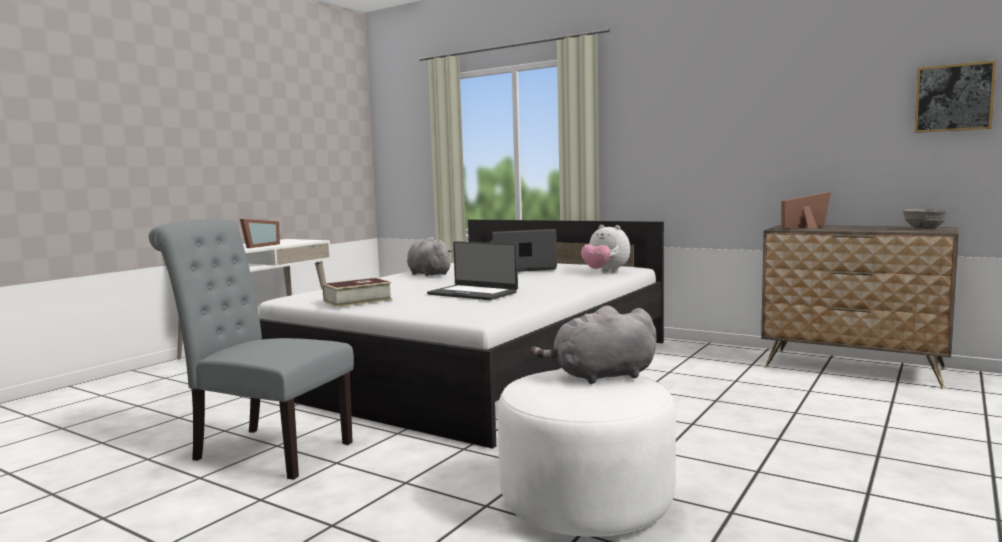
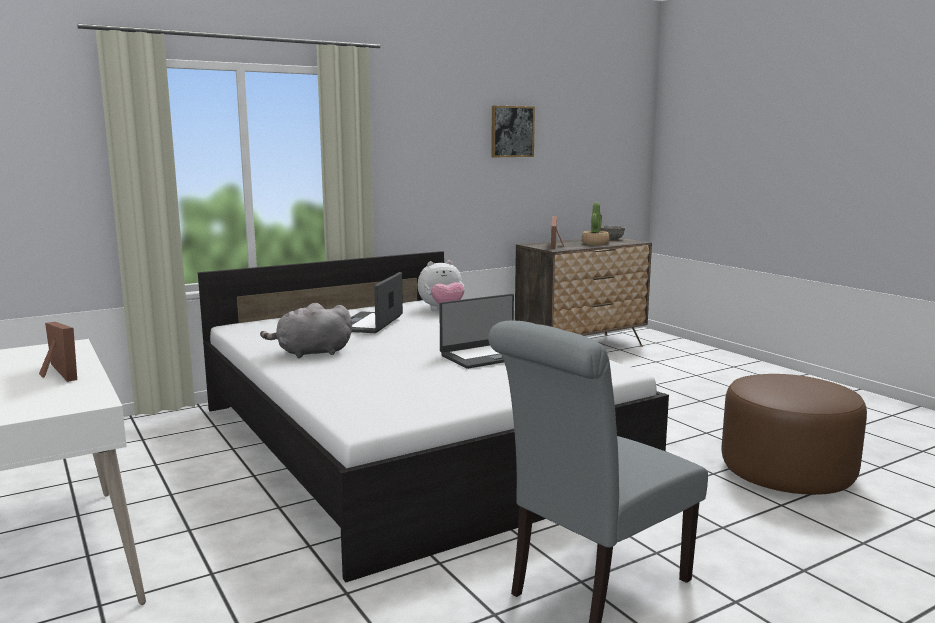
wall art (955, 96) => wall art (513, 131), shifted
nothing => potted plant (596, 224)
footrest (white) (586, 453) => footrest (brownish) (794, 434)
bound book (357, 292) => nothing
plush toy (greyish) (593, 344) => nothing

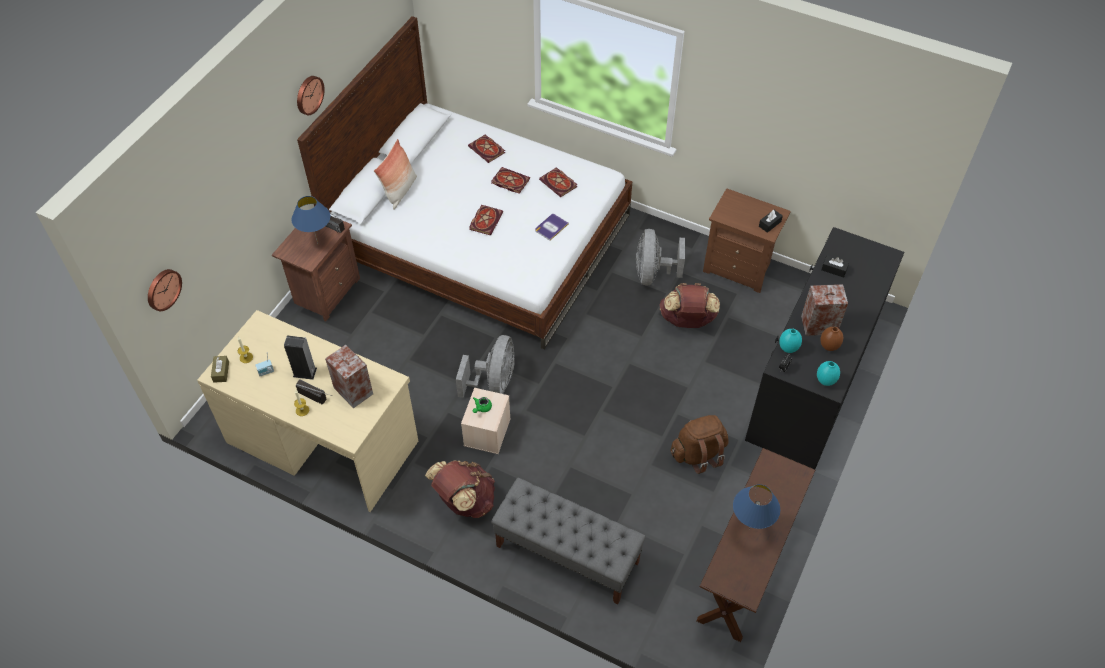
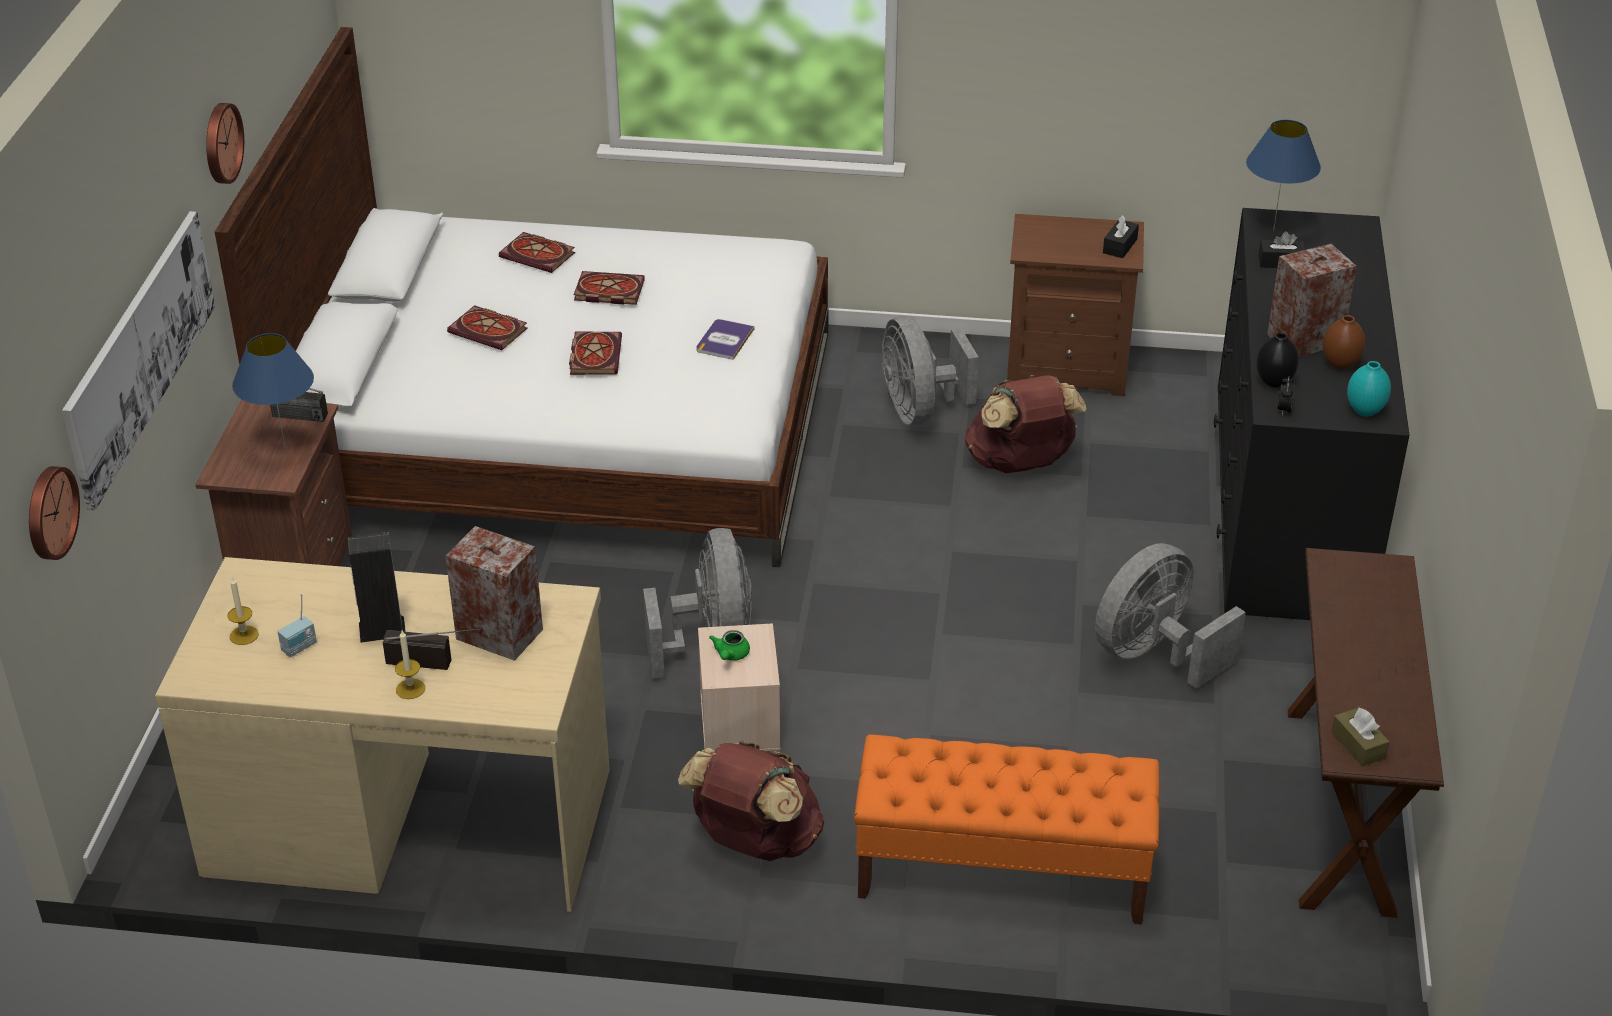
nothing => wall art (138, 361)
bound book (558, 182) => bound book (487, 327), shifted
bench (greyish) (568, 541) => bench (orangey) (1006, 830)
rucksack (brownish) (699, 444) => electric fan (greyish) (1170, 616)
tabletop lamp (bluish) (756, 507) => tabletop lamp (bluish) (1283, 175), shifted
decorative vase (blue-green) (790, 341) => decorative vase (blackish) (1277, 360)
box of tissues (brownish) (220, 369) => box of tissues (brownish) (1360, 737), shifted
cushion (395, 174) => nothing

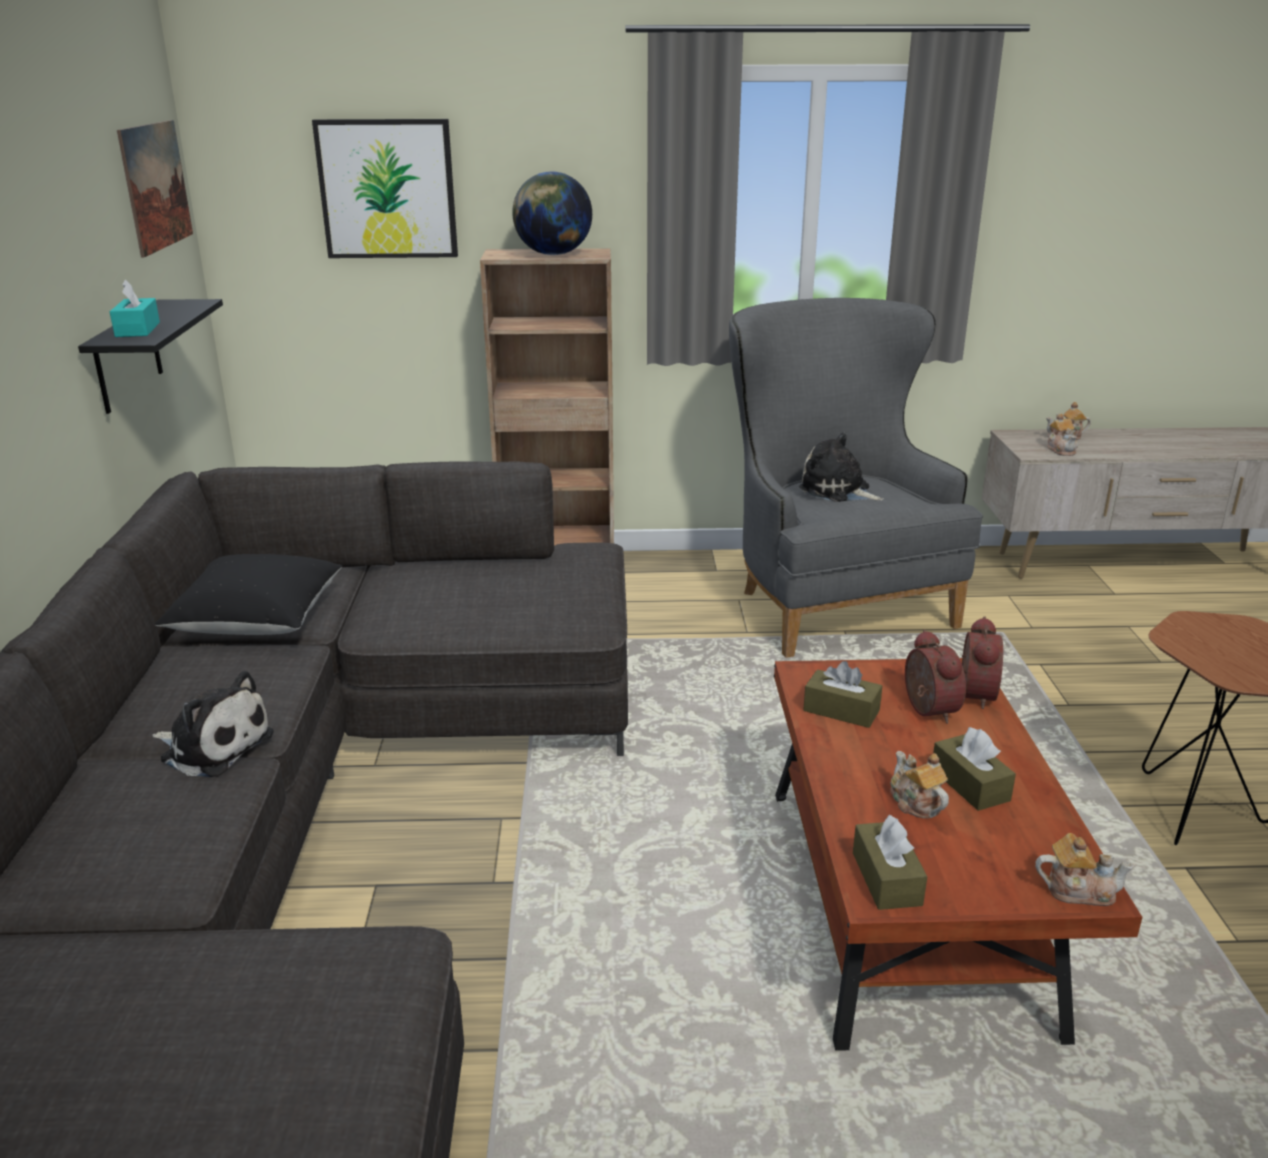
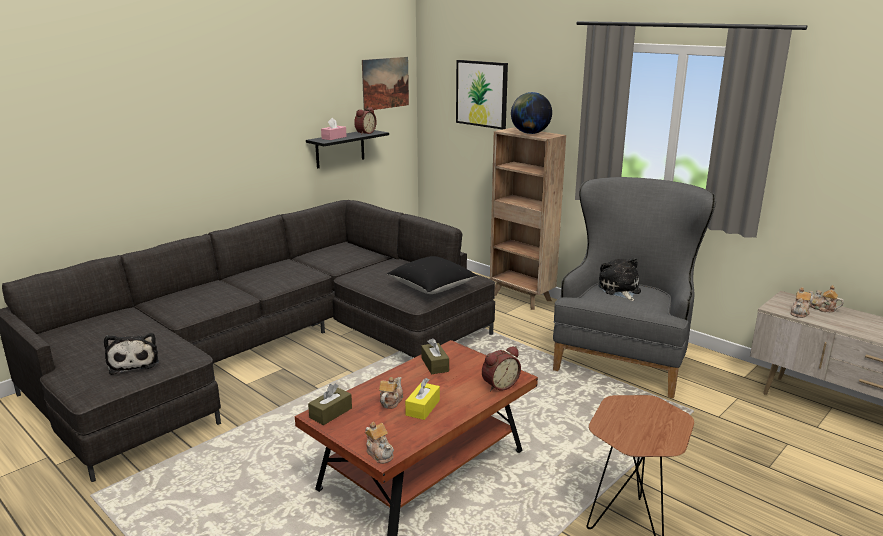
plush toy (213, 724) => plush toy (131, 354), shifted
box of tissues (blue-green) (135, 308) => box of tissues (pink) (334, 129)
bedside clock (935, 677) => bedside clock (365, 121), shifted
cushion (blackish) (248, 594) => cushion (blackish) (432, 275), shifted
box of tissues (brownish) (974, 769) => box of tissues (yellowish) (422, 399)

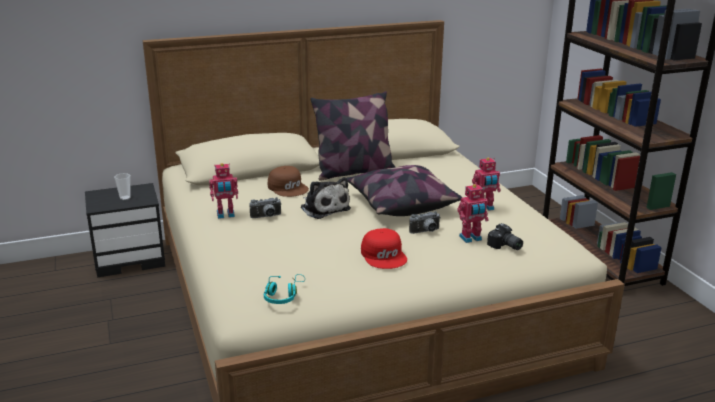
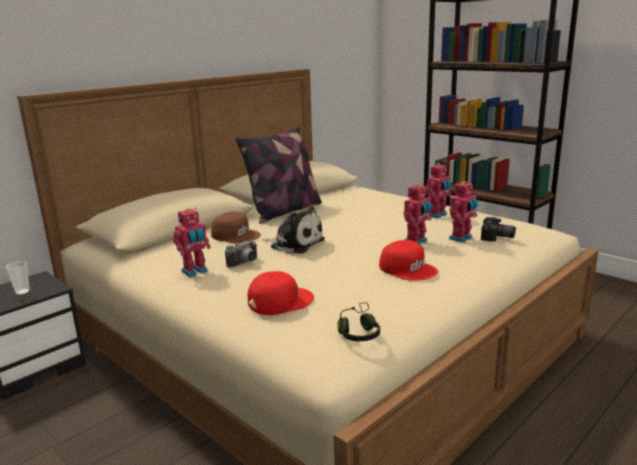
nothing => peaked cap (reddish) (280, 293)
pair of headphones (blue-green) (284, 289) => pair of headphones (blackish) (358, 321)
still camera (425, 222) => model robot (417, 214)
cushion (404, 190) => nothing

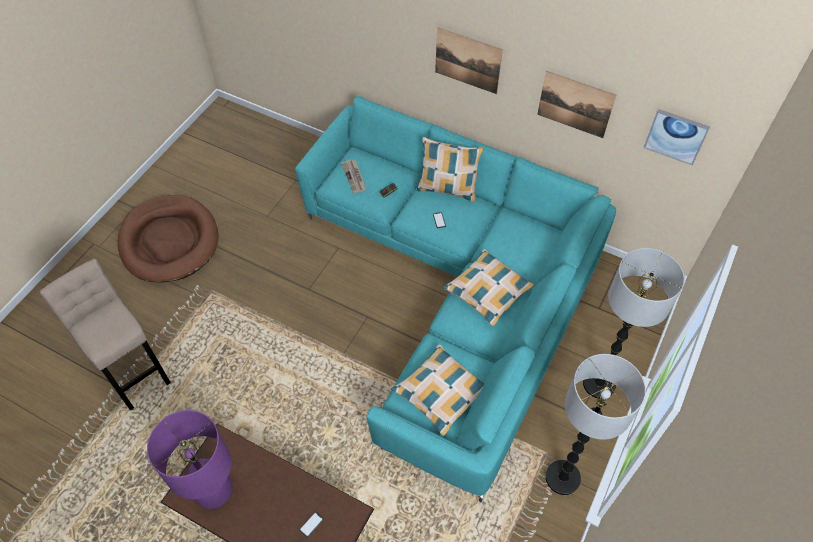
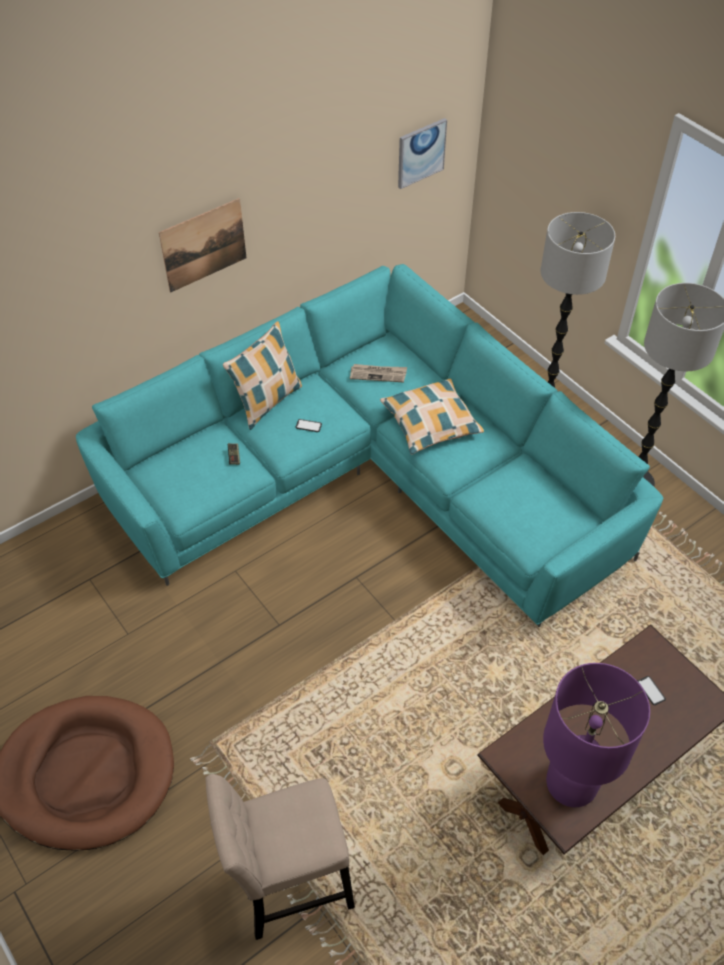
newspaper (353, 176) => newspaper (378, 373), shifted
cushion (437, 390) => nothing
wall art (576, 104) => nothing

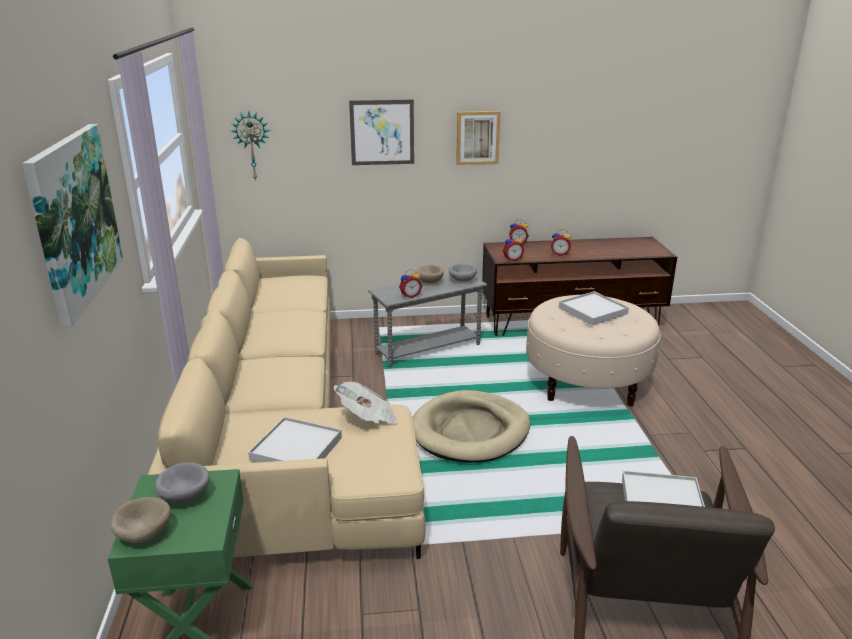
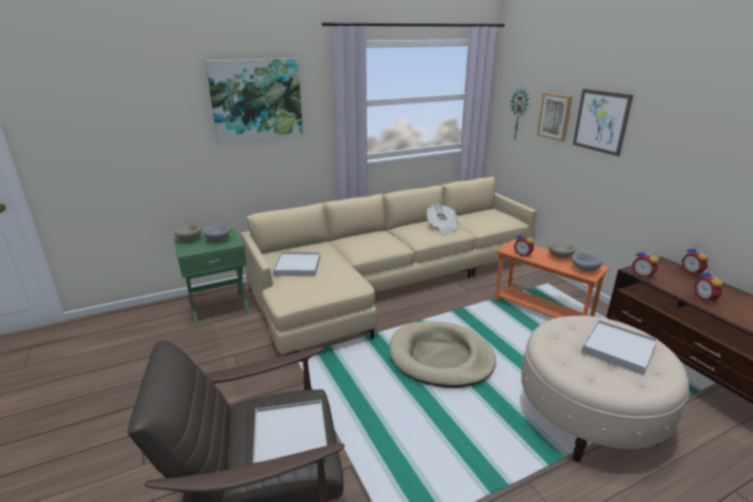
newspaper (366, 403) => newspaper (443, 218), shifted
side table (greyish) (427, 320) => side table (orangey) (552, 279)
wall art (478, 138) => wall art (554, 117), shifted

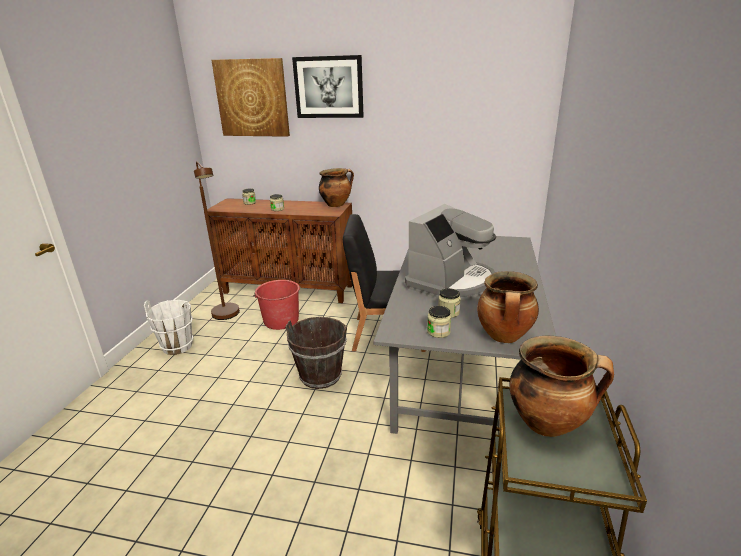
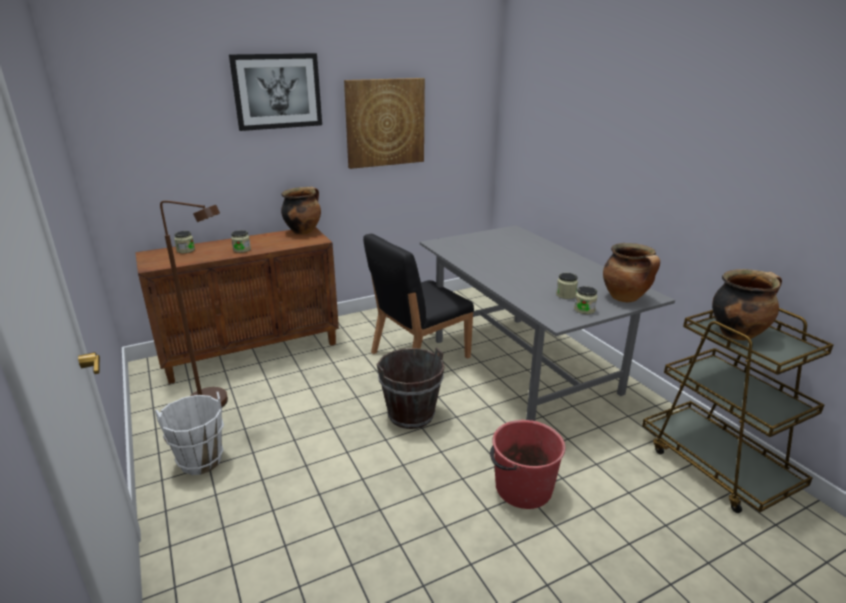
wall art (251, 97) => wall art (384, 123), shifted
water bucket (reddish) (276, 305) => water bucket (reddish) (527, 464), shifted
coffee machine (450, 252) => nothing

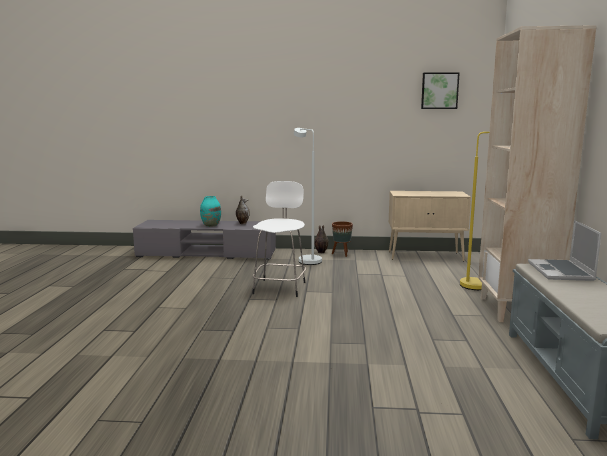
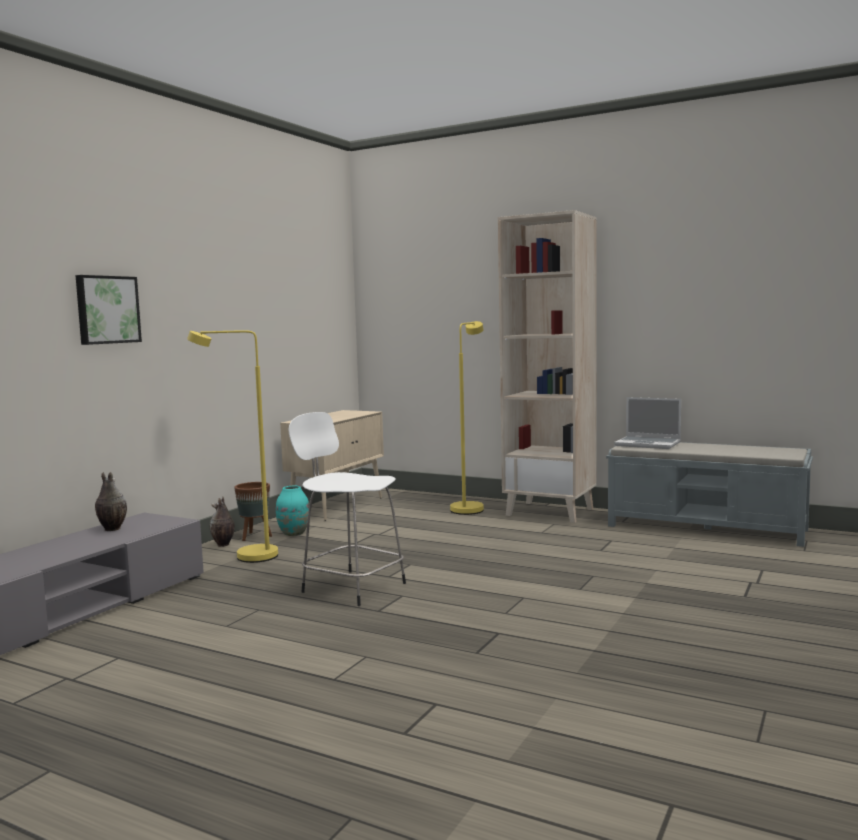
wall art (440, 90) => wall art (108, 310), shifted
floor lamp (white) (308, 196) => floor lamp (yellowish) (232, 446)
decorative vase (blue-green) (210, 211) => decorative vase (blue-green) (292, 511), shifted

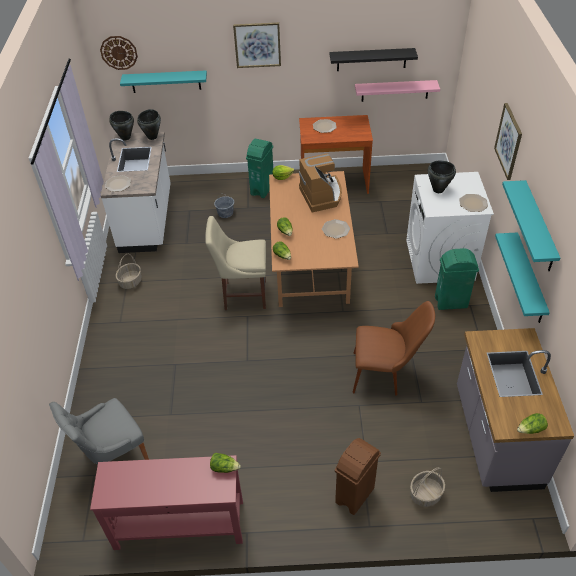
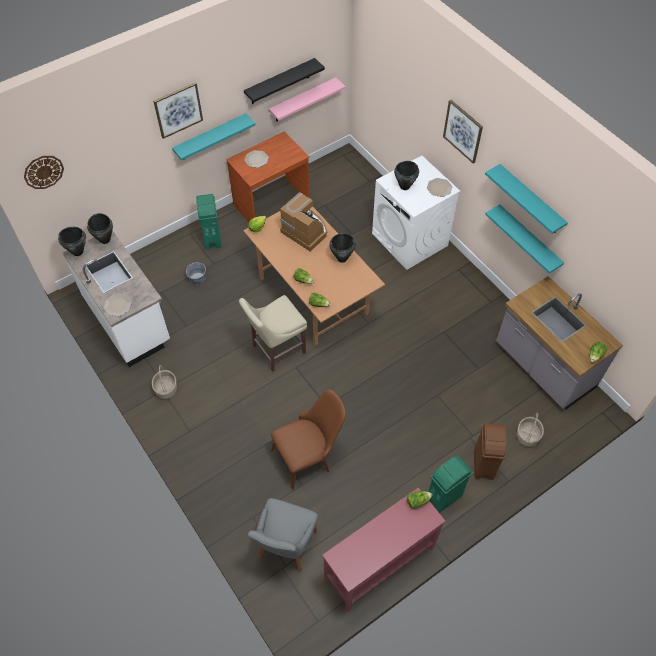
bracket shelf (blue-green) (163, 81) => bracket shelf (blue-green) (214, 136), shifted
chair (brownish) (393, 348) => chair (brownish) (308, 439), shifted
flat dish (336, 229) => saucepot (blackish) (342, 248)
waste bin (green-coloured) (457, 279) => waste bin (green-coloured) (450, 484), shifted

